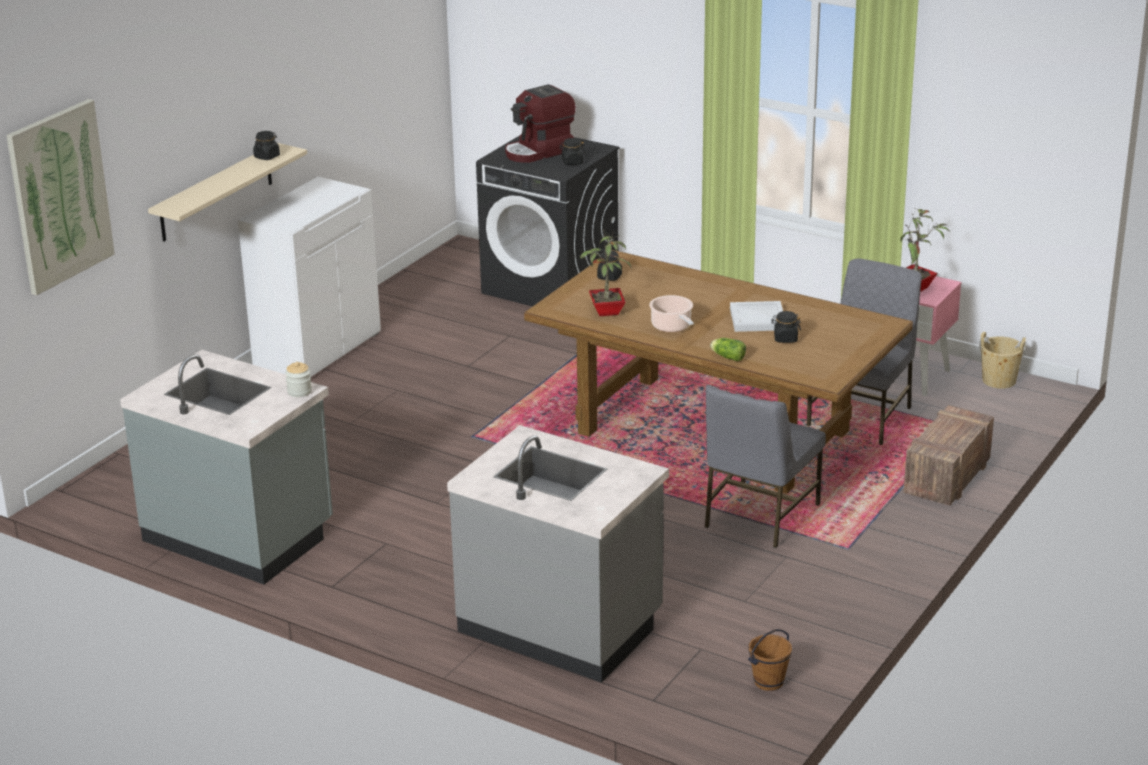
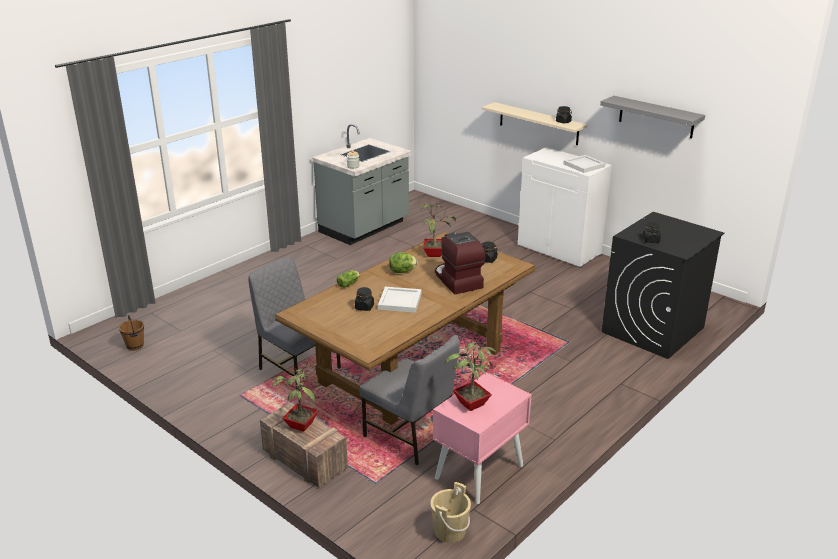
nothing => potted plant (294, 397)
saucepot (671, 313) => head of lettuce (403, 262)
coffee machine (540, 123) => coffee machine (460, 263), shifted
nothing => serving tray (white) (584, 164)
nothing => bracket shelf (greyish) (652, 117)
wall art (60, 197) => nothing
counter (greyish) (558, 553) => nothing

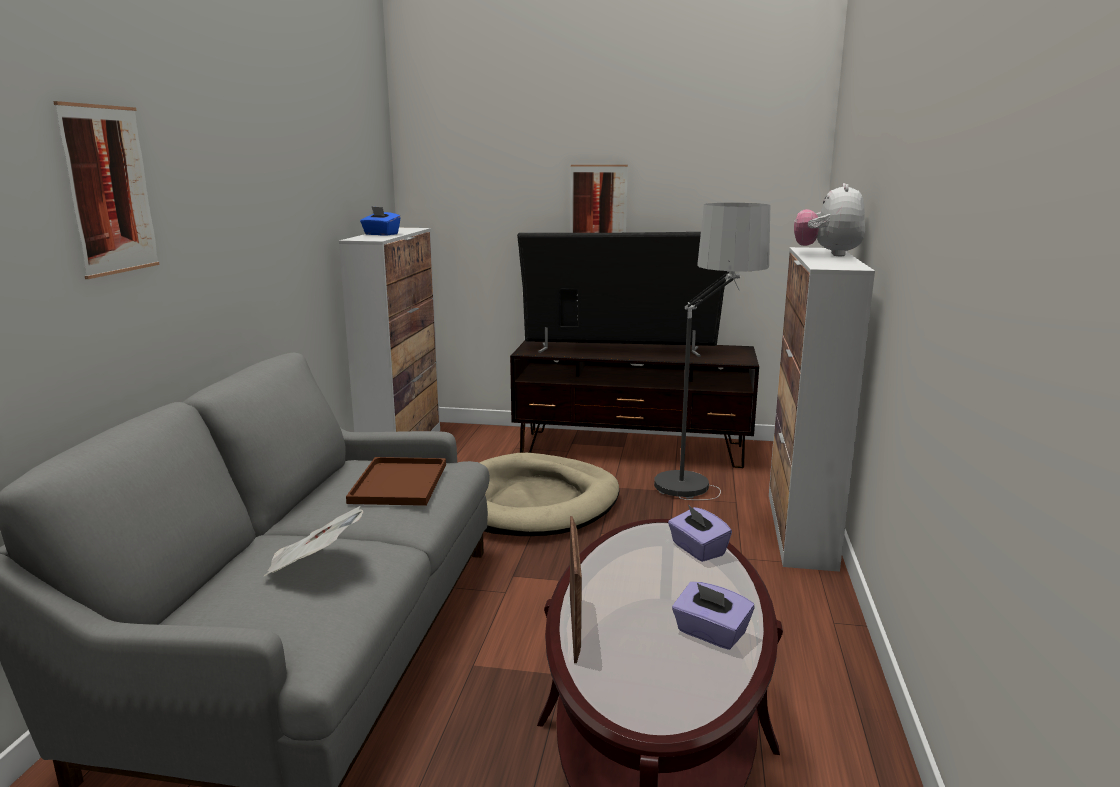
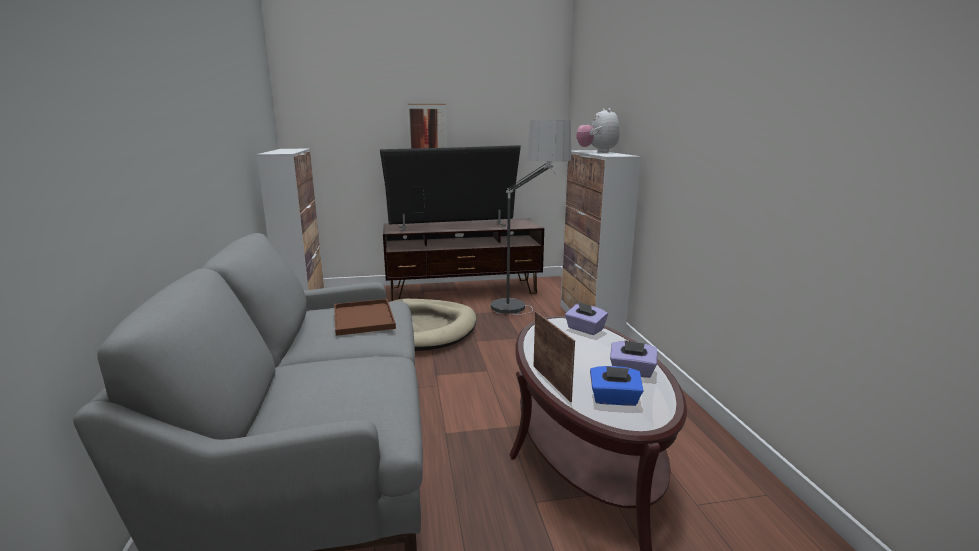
box of tissues (bluish) (380, 221) => box of tissues (bluish) (616, 386), shifted
wall art (106, 190) => nothing
newspaper (313, 541) => nothing

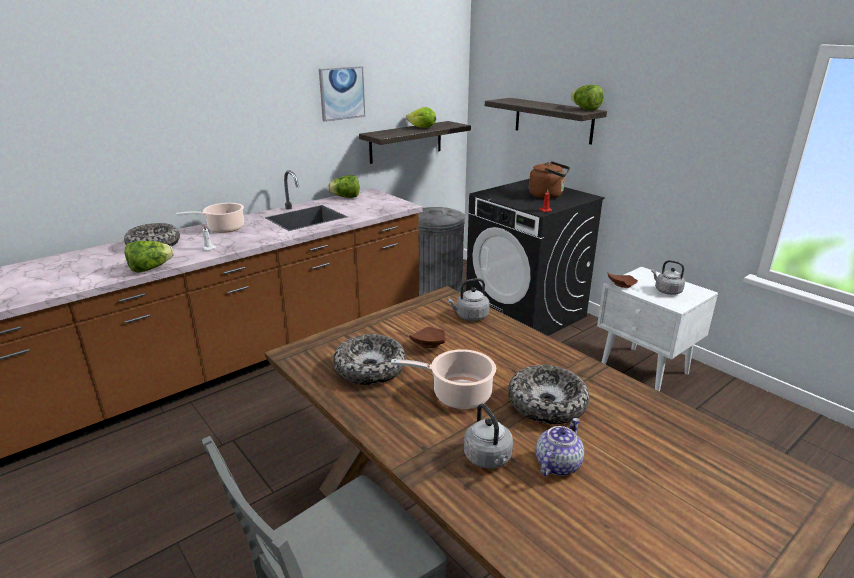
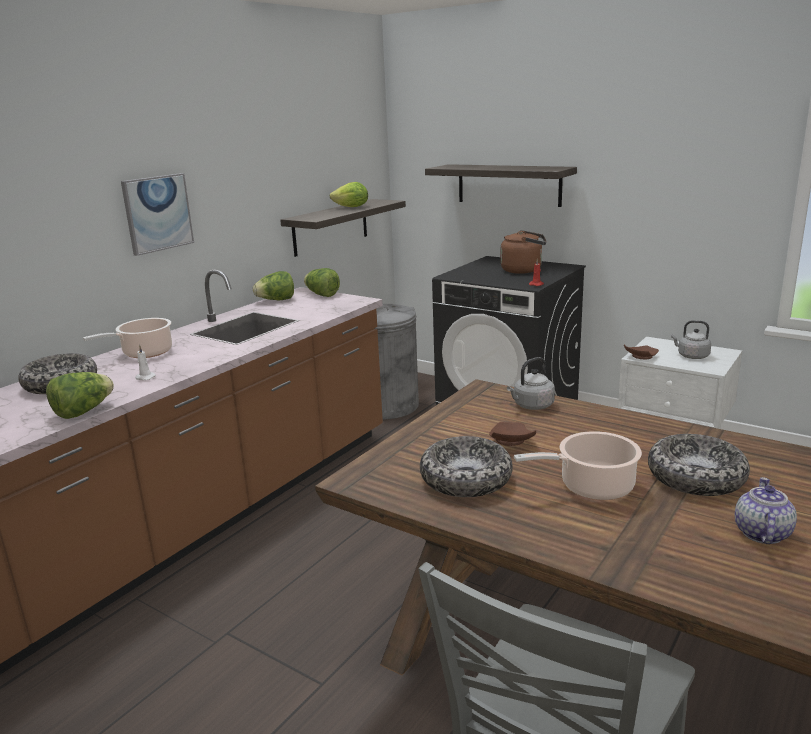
wall art (342, 94) => wall art (157, 214), shifted
head of lettuce (587, 97) => head of lettuce (322, 282), shifted
kettle (greyish) (488, 436) => nothing

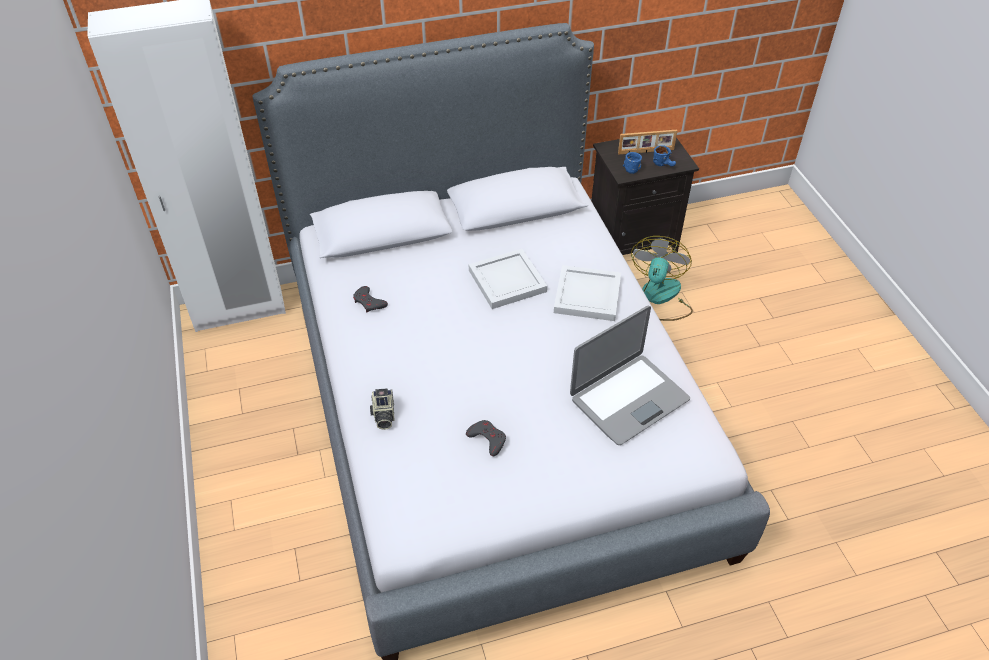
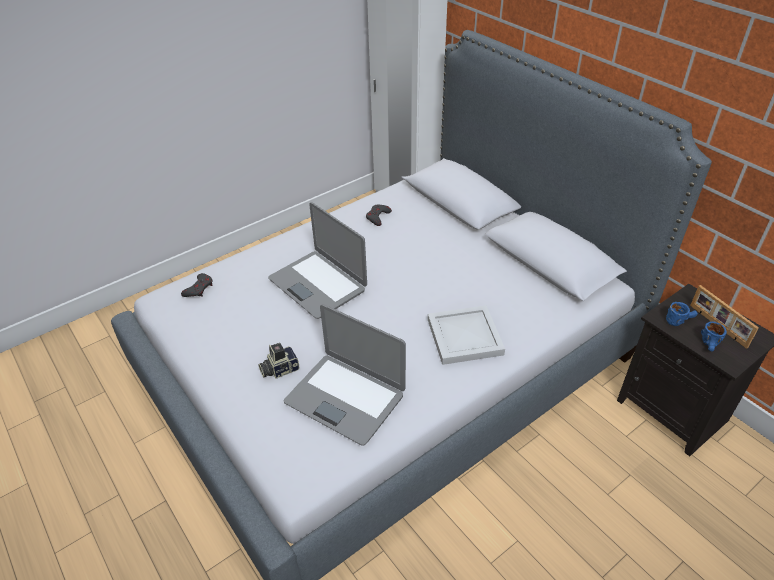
game controller (greyish) (486, 438) => game controller (greyish) (197, 285), shifted
still camera (382, 409) => still camera (278, 361), shifted
nothing => notebook computer (317, 260)
serving tray (white) (508, 279) => nothing
electric fan (662, 278) => nothing

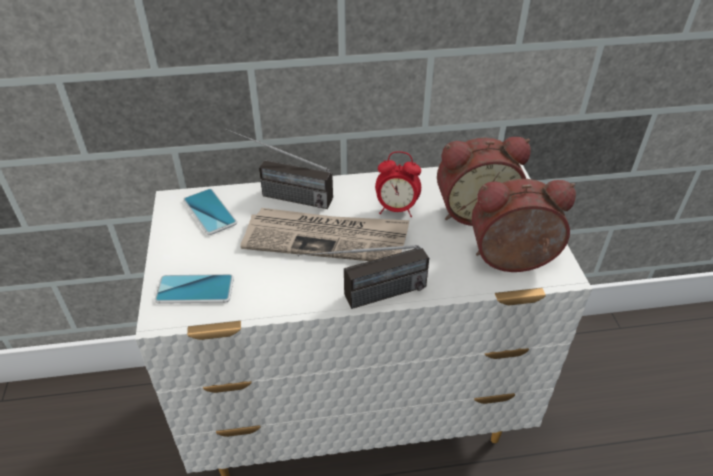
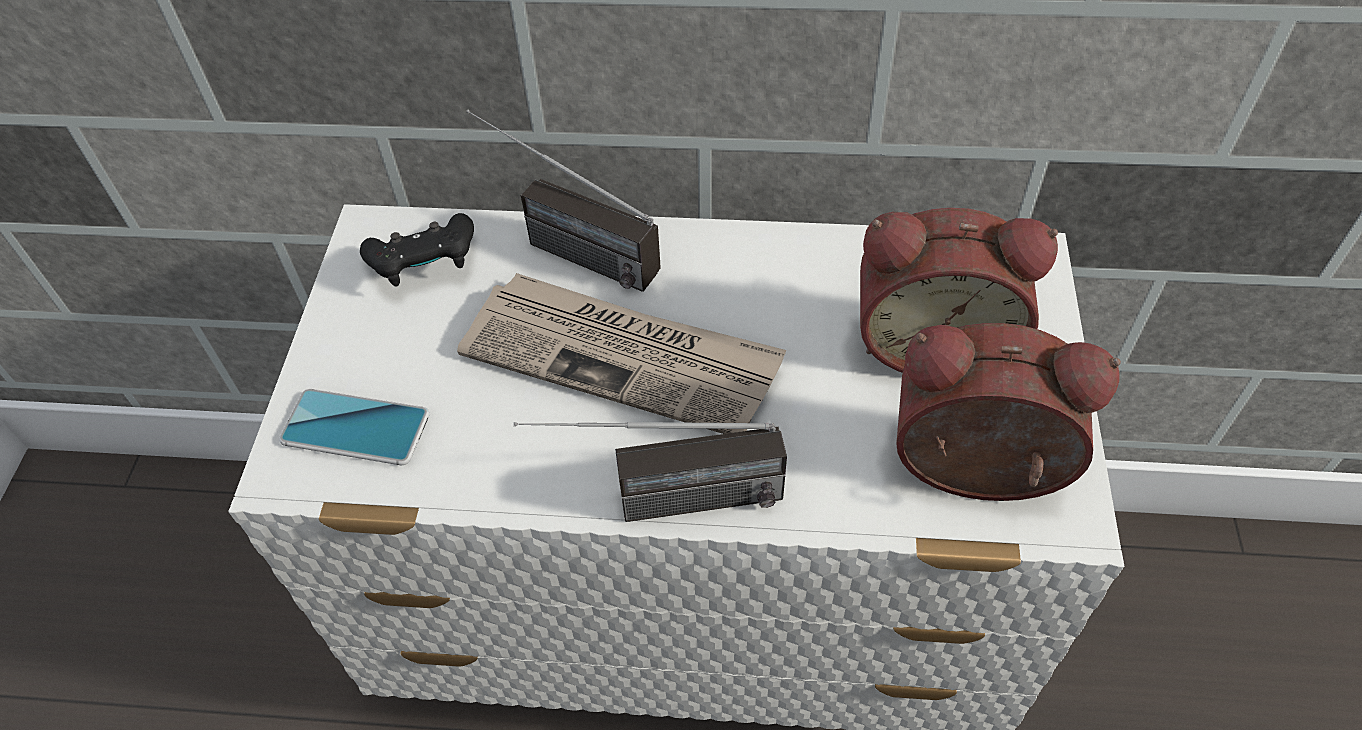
phone (210, 212) => game controller (blackish) (417, 250)
bedside clock (398, 184) => nothing

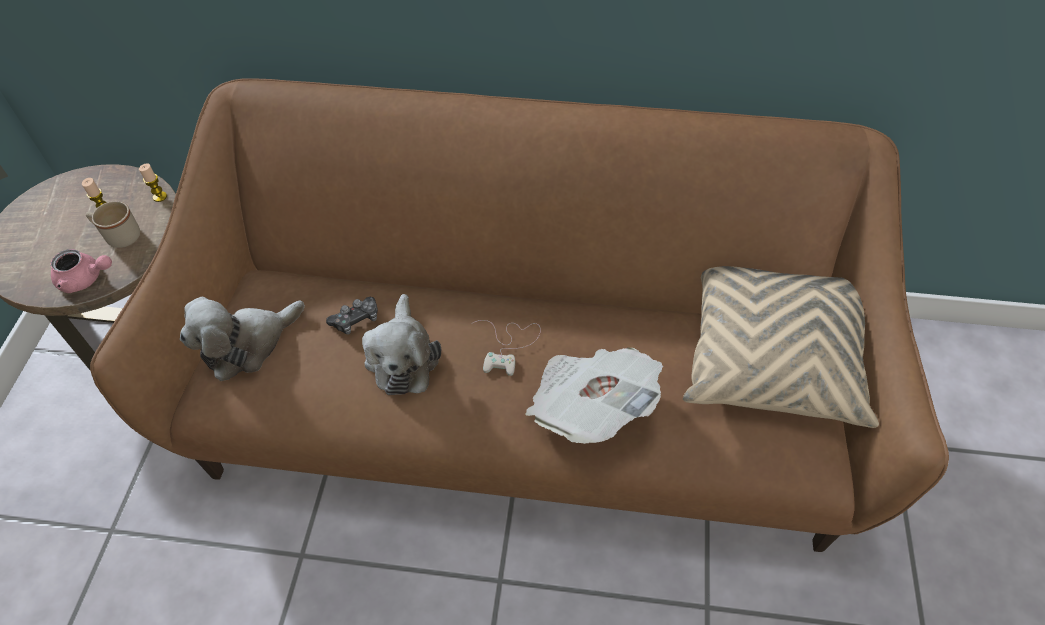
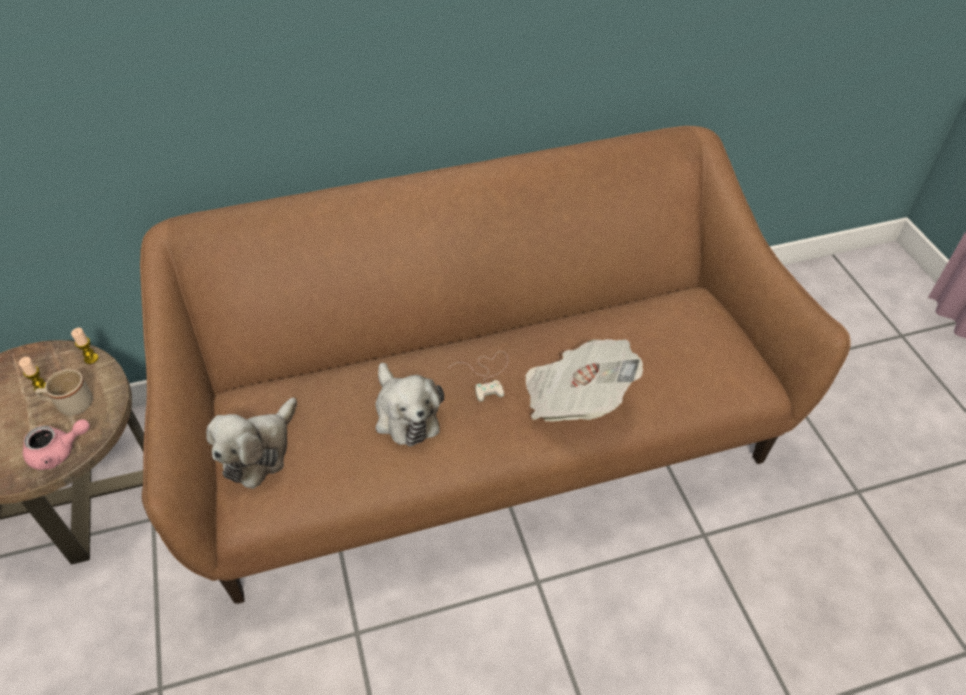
game controller (352, 316) => nothing
cushion (beige) (781, 347) => nothing

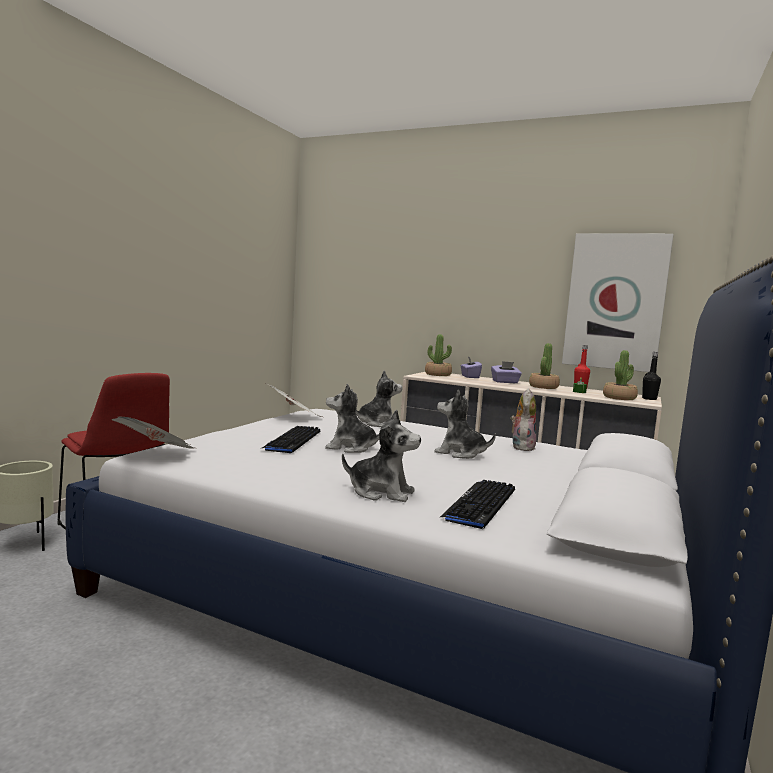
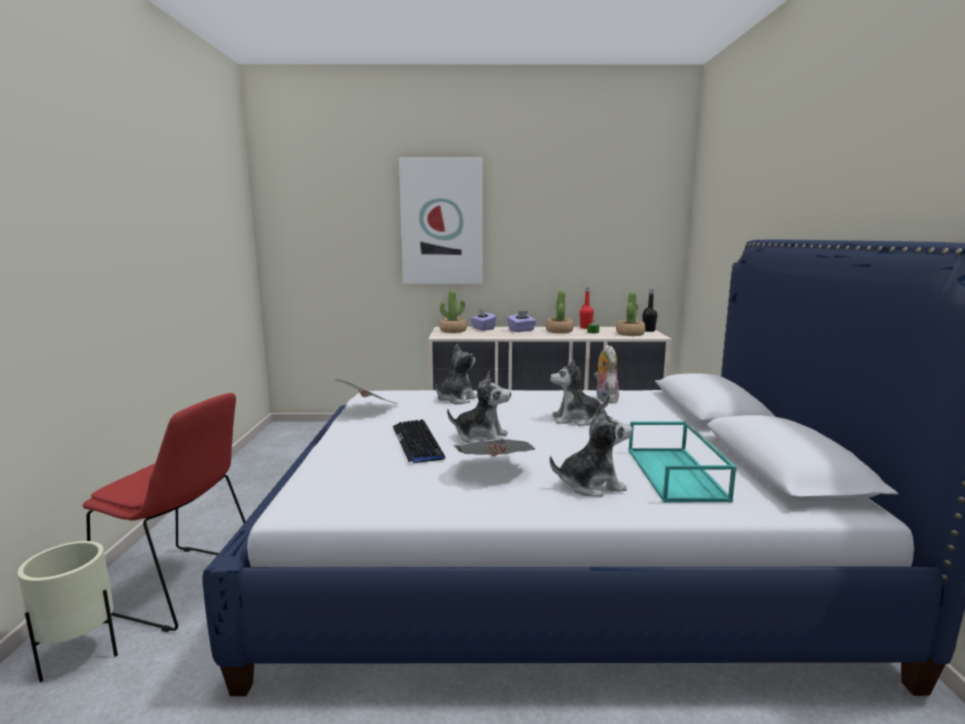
wall art (618, 302) => wall art (441, 221), shifted
plush toy (352, 418) => plush toy (479, 407), 150 degrees counterclockwise
newspaper (153, 433) => newspaper (494, 447), shifted
computer keyboard (477, 504) => serving tray (blue-green) (682, 462)

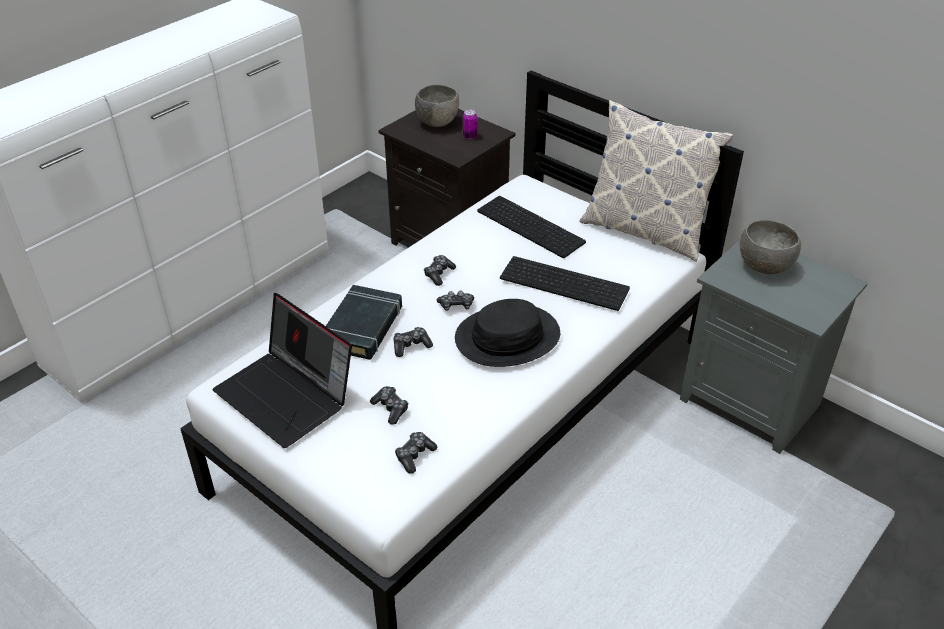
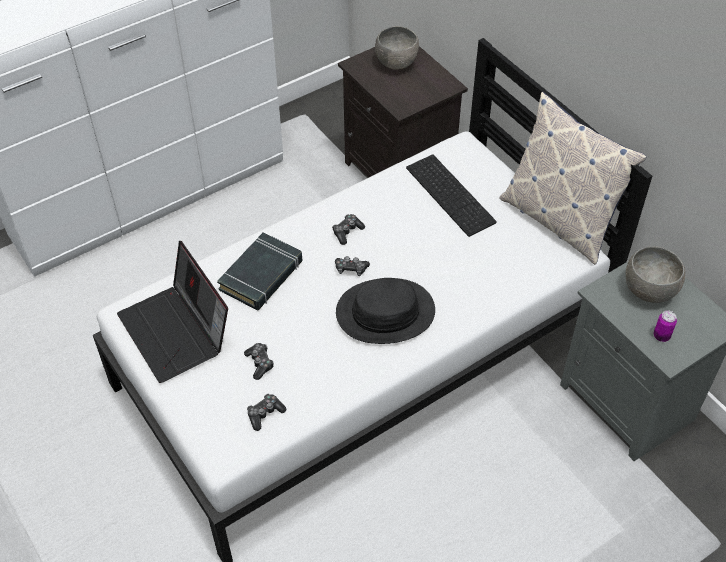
metal can (470, 125) => metal can (665, 326), shifted
game controller (413, 342) => nothing
computer keyboard (565, 283) => nothing

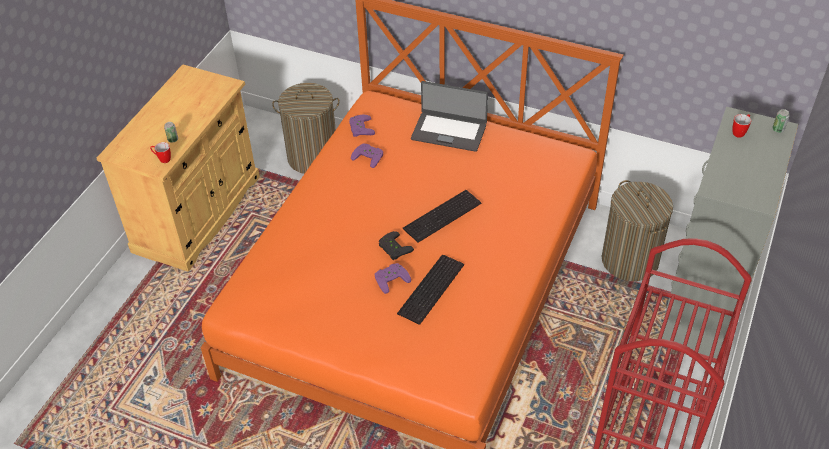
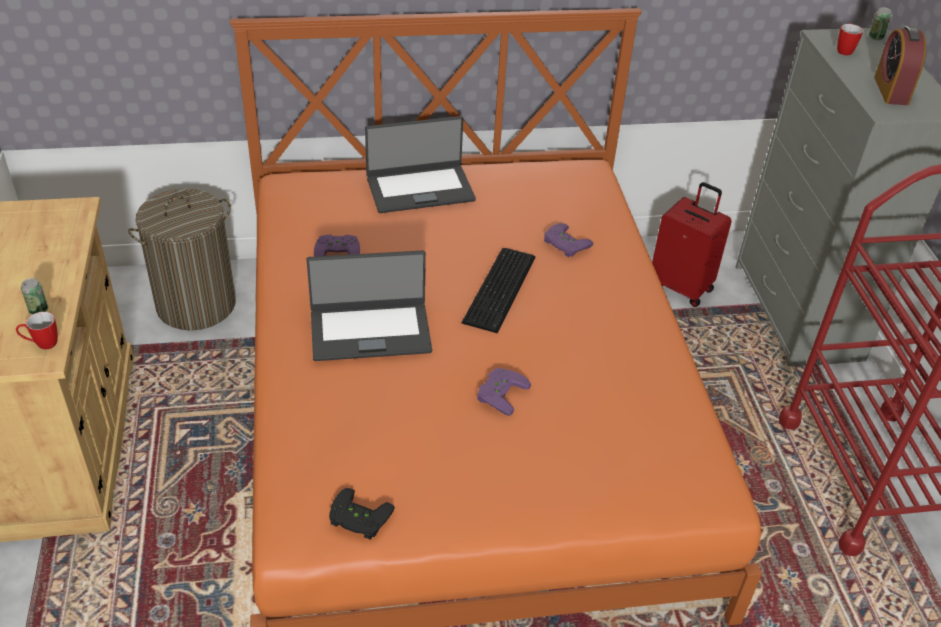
nothing => notebook computer (369, 305)
game controller (blackish) (396, 245) => game controller (blackish) (362, 514), shifted
game controller (purple) (362, 126) => game controller (purple) (568, 240), shifted
washing basket (637, 230) => suitcase (reddish) (692, 244)
nothing => bedside clock (900, 65)
computer keyboard (430, 290) => nothing

